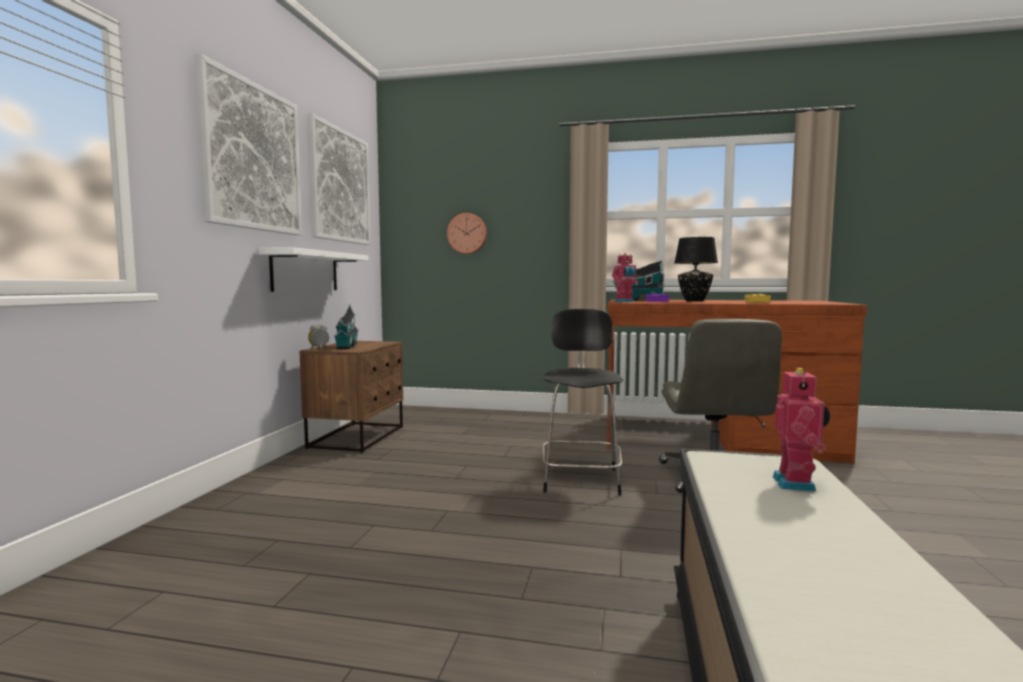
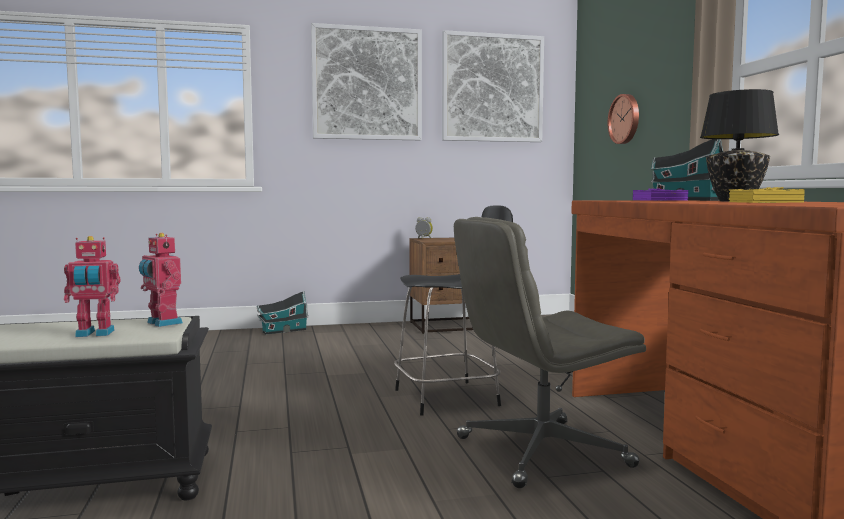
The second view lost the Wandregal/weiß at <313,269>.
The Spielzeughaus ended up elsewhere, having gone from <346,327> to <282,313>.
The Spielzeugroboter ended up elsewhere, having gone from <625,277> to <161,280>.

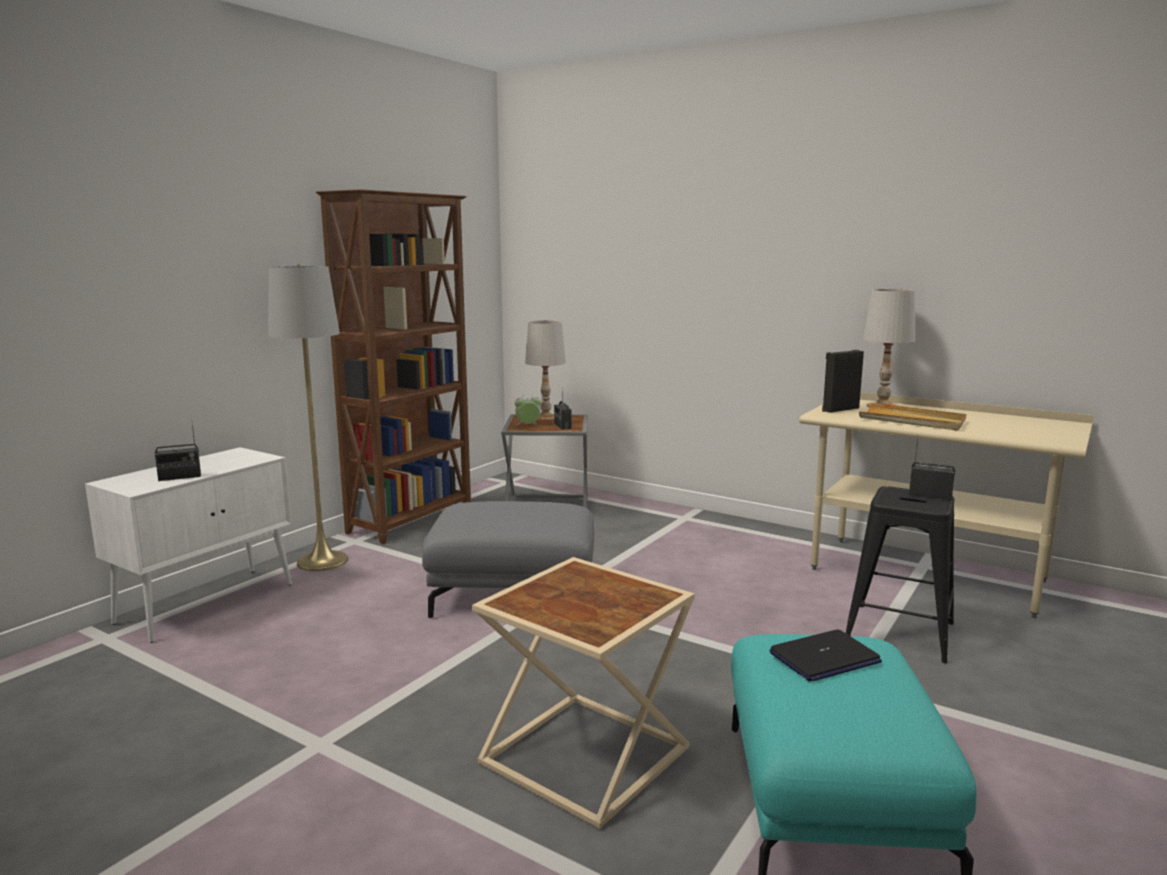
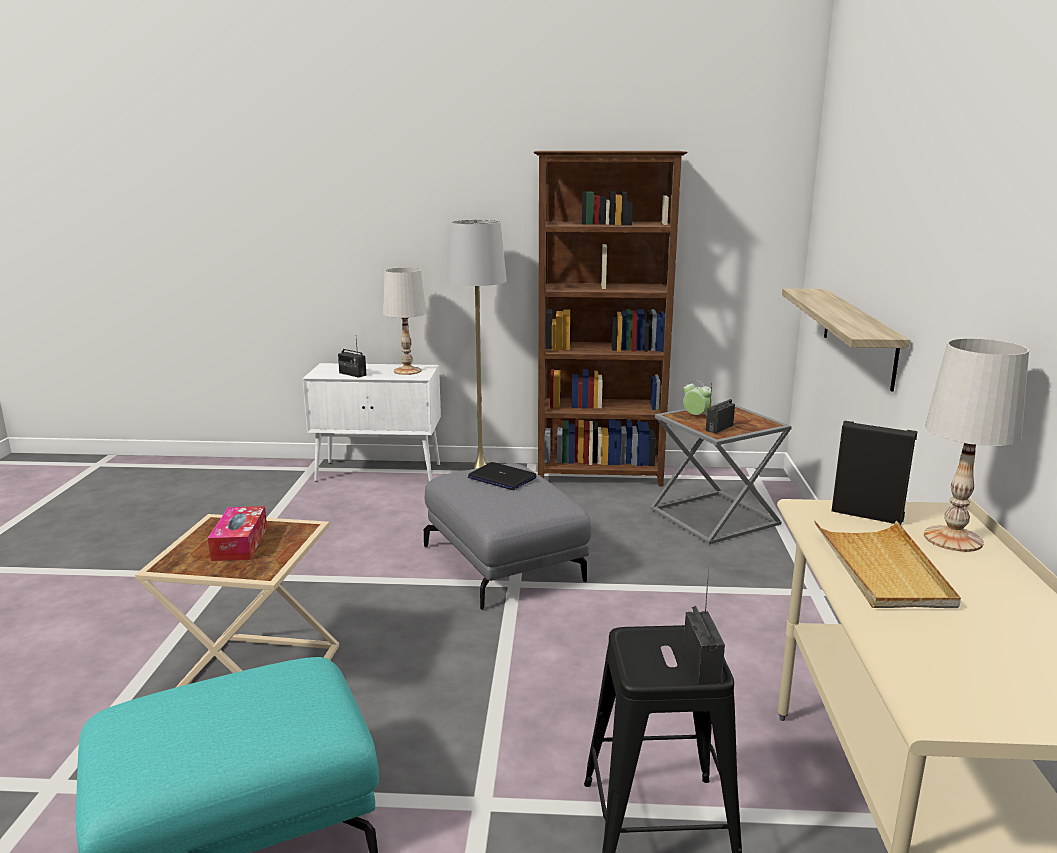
The second view gained the Taschentuchbox at <237,533>.
The second view gained the Wandregal at <846,340>.
The Tischlampe/weiß ended up elsewhere, having gone from <545,370> to <404,321>.
The Laptop ended up elsewhere, having gone from <825,656> to <502,476>.

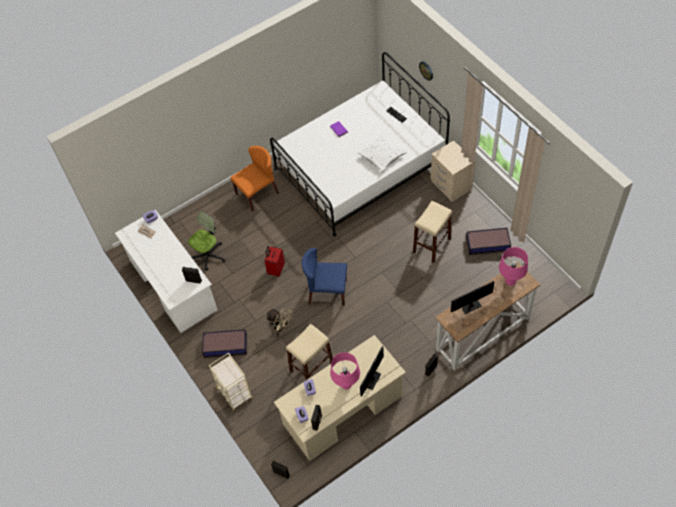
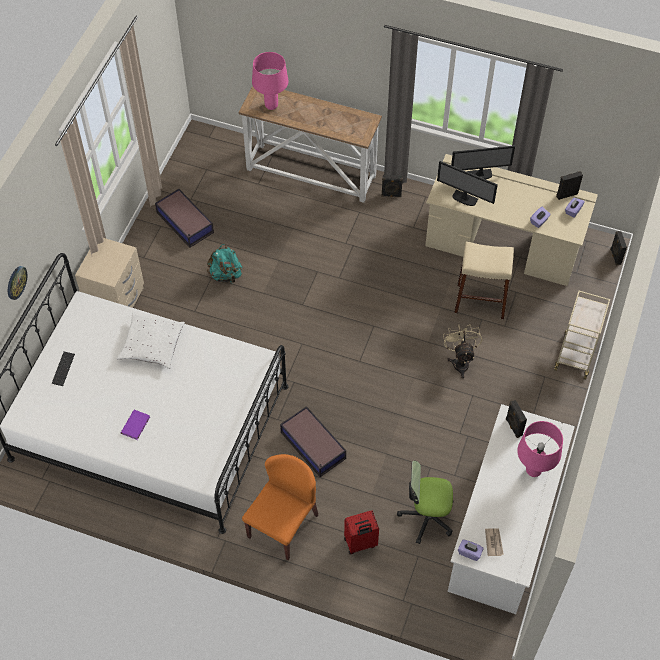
The second view lost the Stuhl/blau at <324,277>.
The Aufbewahrungsbox ended up elsewhere, having gone from <224,343> to <313,441>.
The Koffer/rot ended up elsewhere, having gone from <274,261> to <361,532>.
The Tischlampe/rosa ended up elsewhere, having gone from <345,370> to <540,449>.
The Monitor ended up elsewhere, having gone from <472,297> to <467,183>.
Where the Hocker/beige stood at <432,232>, the Rucksack/türkis came to stand at <225,263>.
The Stuhl/orange at <254,178> ended up facing another way, 105 degrees clockwise from before.

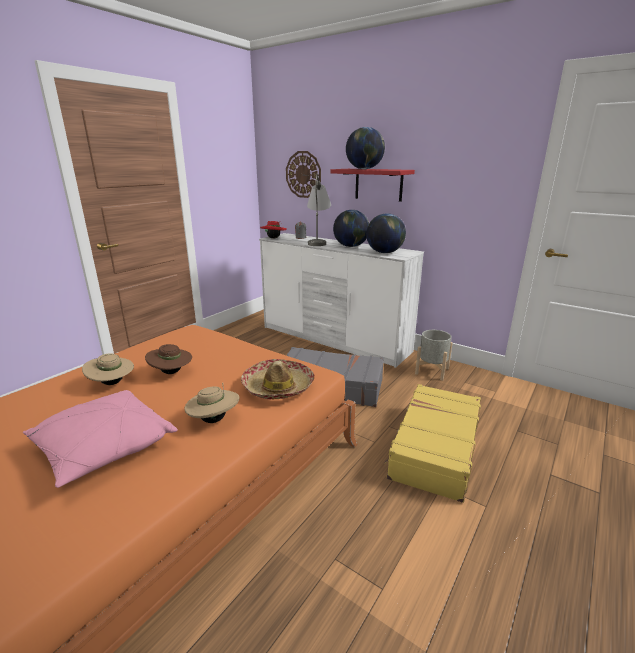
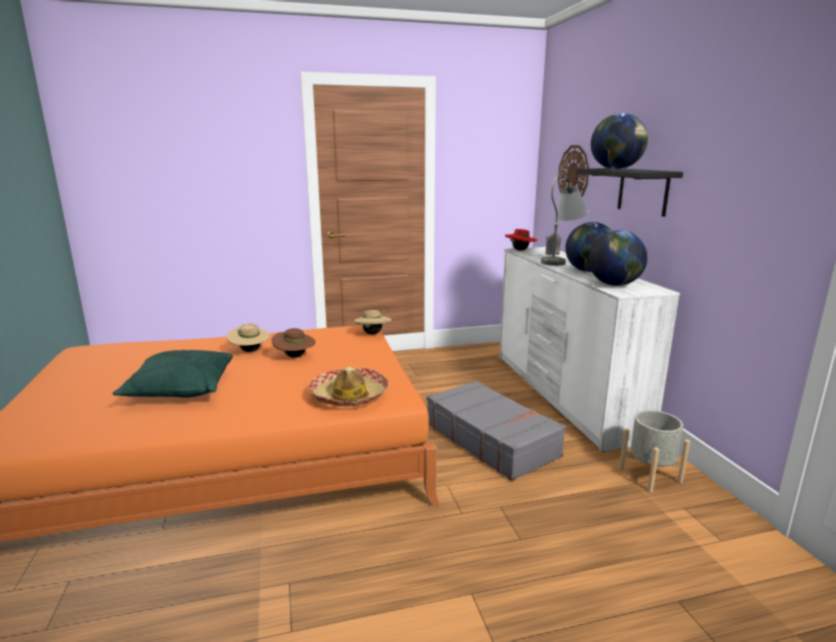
The second view lost the Koffer/gelb at <432,443>.
The Hut/beige ended up elsewhere, having gone from <211,403> to <373,322>.
What was the Kissen/rosa at <100,439> turned into the Kissen/grün at <173,374>.
What was the Wandregal/rot at <372,185> turned into the Wandregal/schwarz at <629,192>.

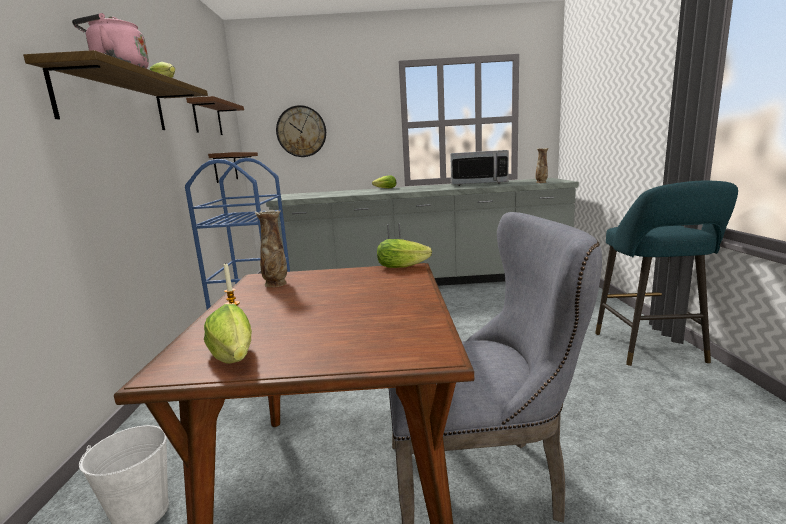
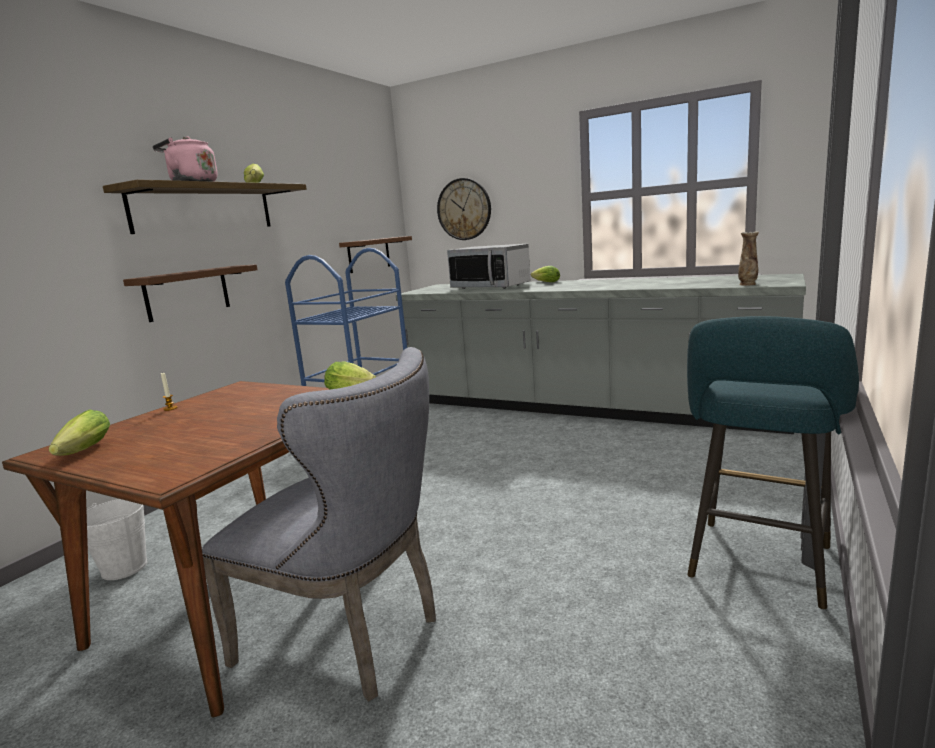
The second view lost the Vase at <271,248>.
The Wandregal/braun ended up elsewhere, having gone from <215,115> to <190,293>.
The Mikrowelle ended up elsewhere, having gone from <479,168> to <488,266>.

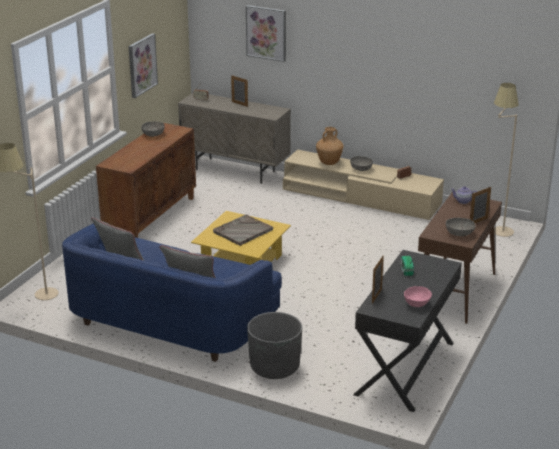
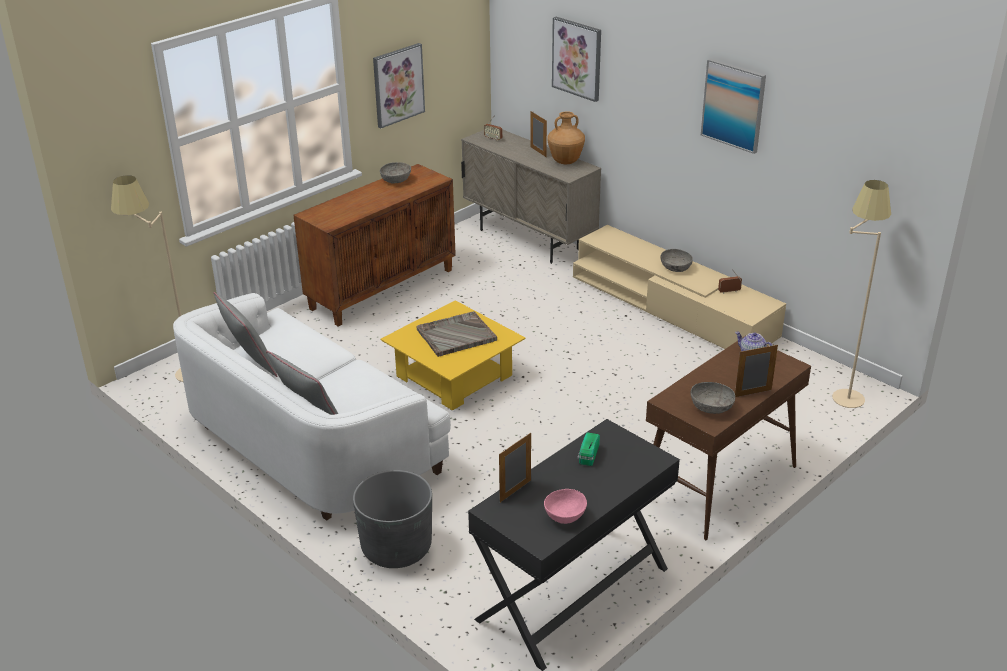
The second view gained the Bild at <733,106>.
The Vase/braun ended up elsewhere, having gone from <330,146> to <566,137>.
What was the Sofa/blau at <172,292> turned into the Sofa/weiß at <312,407>.

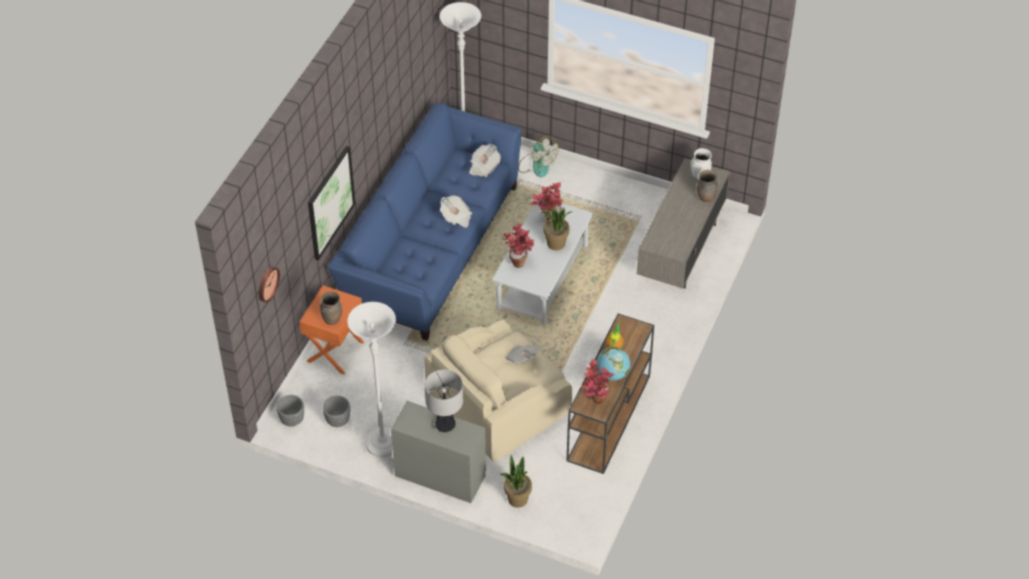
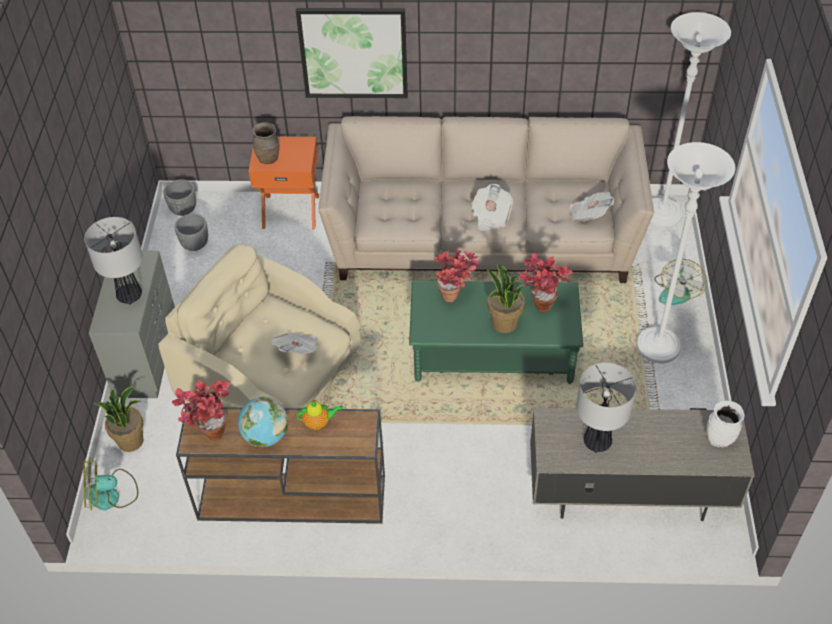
The second view lost the Wanduhr at <269,285>.
The second view lost the Vase/braun at <707,186>.
The second view gained the Ventilator at <110,483>.
The second view gained the Tischlampe at <606,408>.
The Stehlampe/weiß ended up elsewhere, having gone from <371,379> to <686,252>.
What was the Sofa/blau at <424,222> turned into the Sofa/beige at <486,199>.
What was the Couchtisch/grau at <542,263> turned into the Couchtisch/grün at <496,332>.

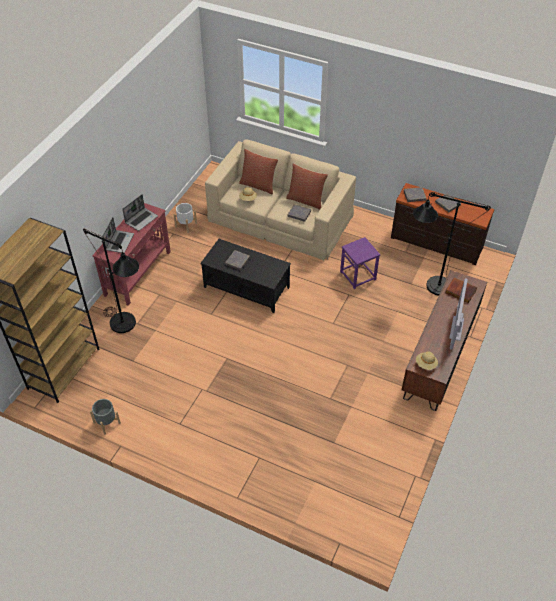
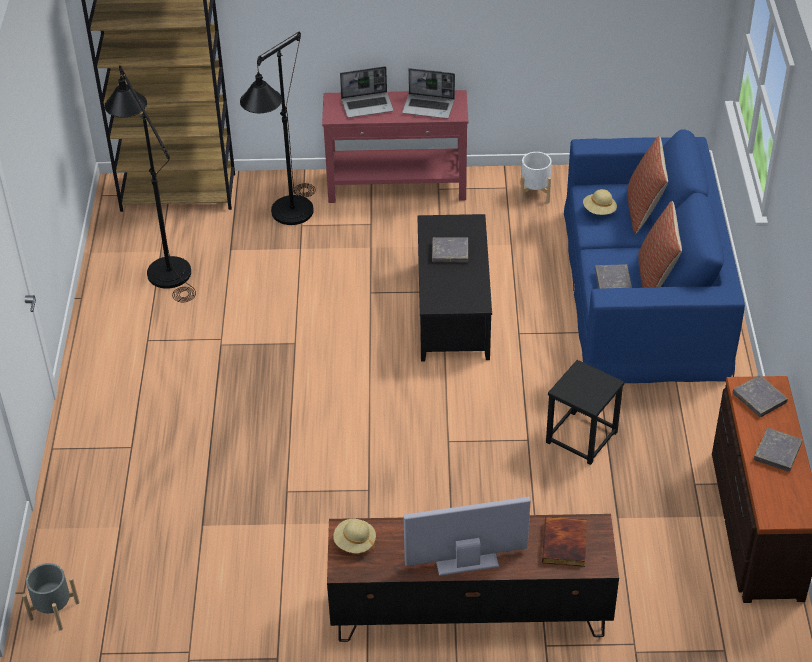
The Pflanzkübel/grau ended up elsewhere, having gone from <105,417> to <50,596>.
The Stehlampe/schwarz ended up elsewhere, having gone from <452,244> to <150,183>.
What was the Sofa/beige at <280,199> turned into the Sofa/blau at <654,256>.
What was the Hocker/lila at <360,263> turned into the Hocker/schwarz at <585,412>.

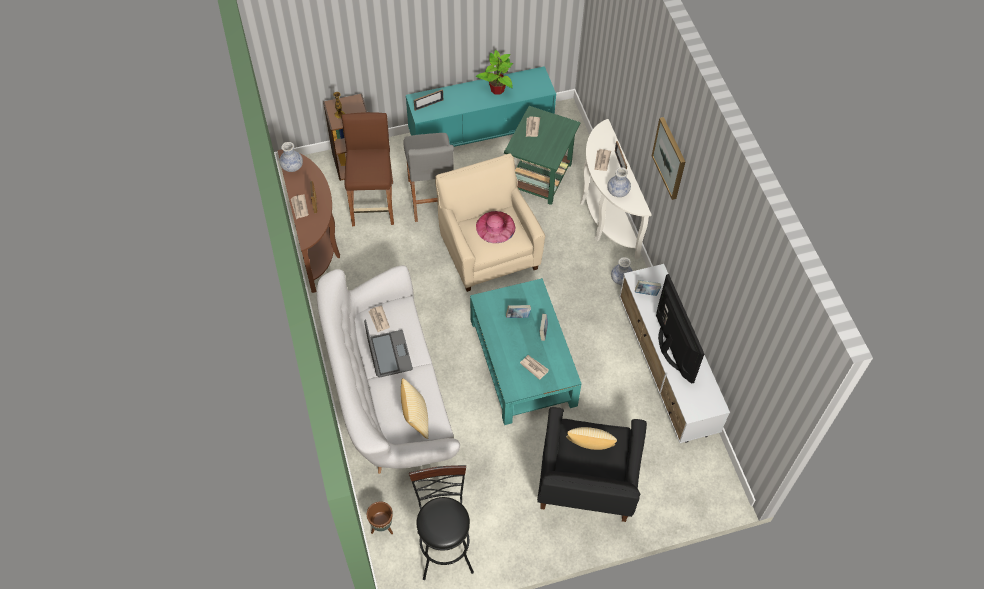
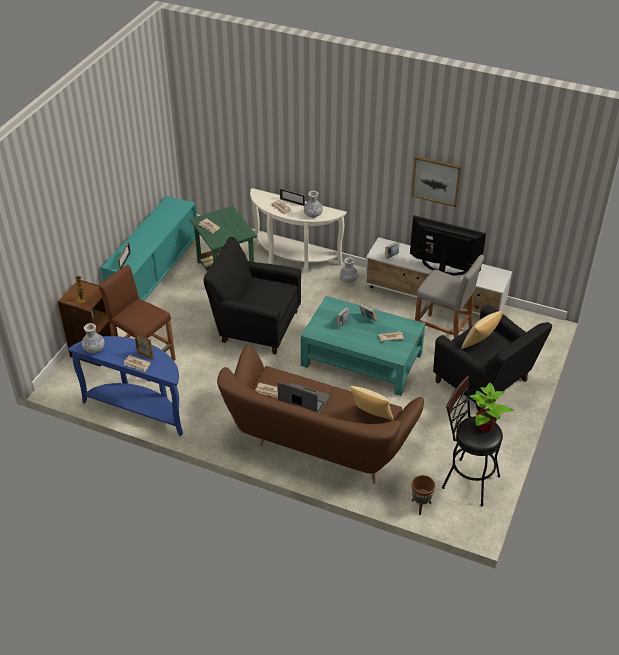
The second view lost the Hut/rosa at <496,227>.
The Hocker/grau ended up elsewhere, having gone from <428,177> to <449,296>.
The Topfpflanze ended up elsewhere, having gone from <494,72> to <492,407>.
The Bild ended up elsewhere, having gone from <668,158> to <437,181>.
What was the Konsolentisch/braun at <308,221> turned into the Konsolentisch/blau at <125,386>.
What was the Sofa/weiß at <388,369> turned into the Sofa/braun at <320,414>.
What was the Sessel/beige at <490,223> turned into the Sessel/schwarz at <252,296>.

